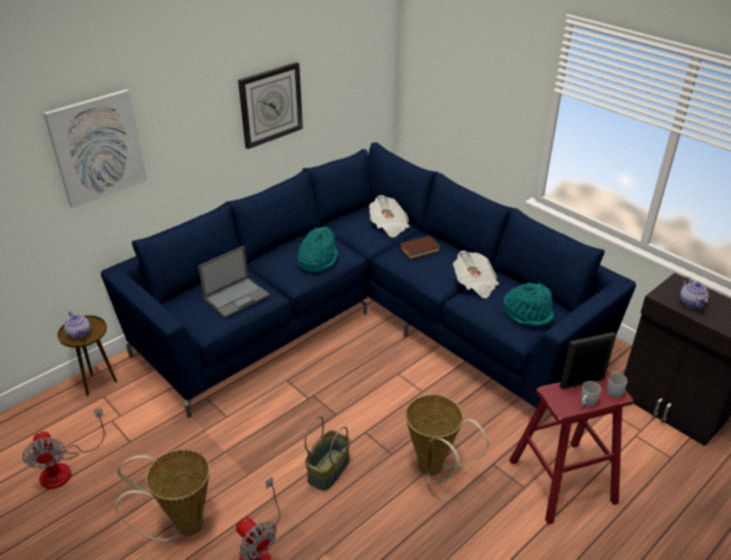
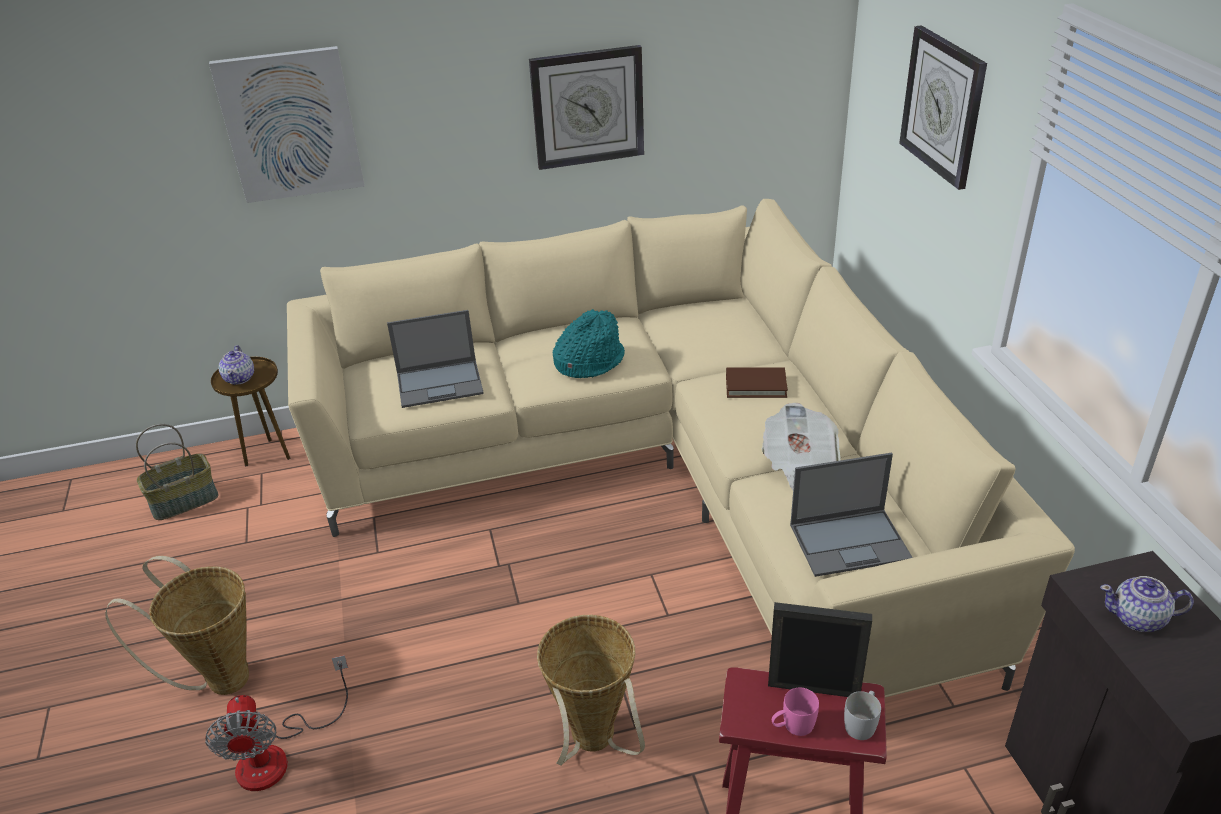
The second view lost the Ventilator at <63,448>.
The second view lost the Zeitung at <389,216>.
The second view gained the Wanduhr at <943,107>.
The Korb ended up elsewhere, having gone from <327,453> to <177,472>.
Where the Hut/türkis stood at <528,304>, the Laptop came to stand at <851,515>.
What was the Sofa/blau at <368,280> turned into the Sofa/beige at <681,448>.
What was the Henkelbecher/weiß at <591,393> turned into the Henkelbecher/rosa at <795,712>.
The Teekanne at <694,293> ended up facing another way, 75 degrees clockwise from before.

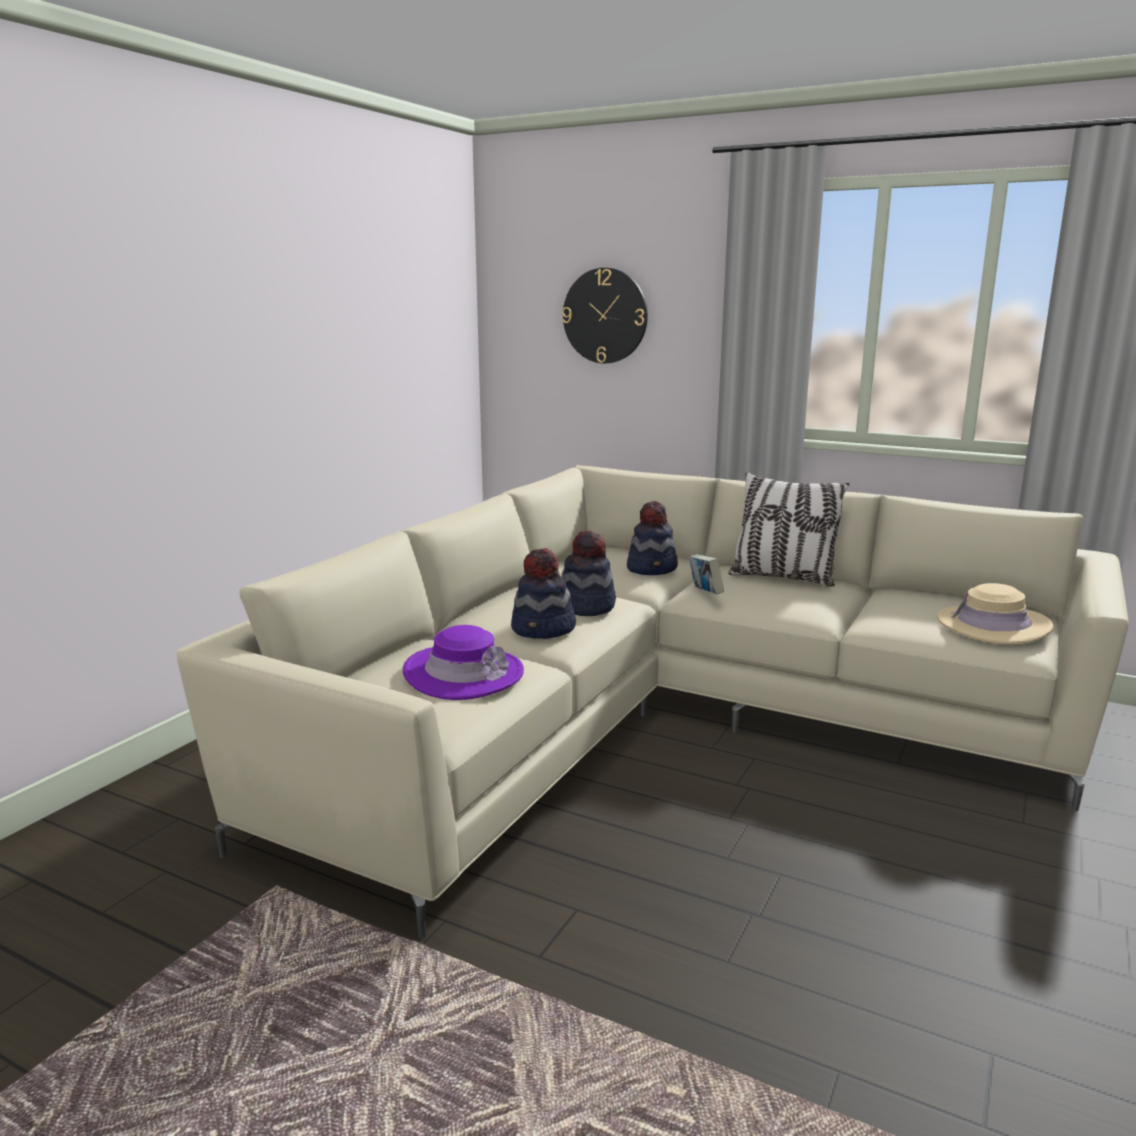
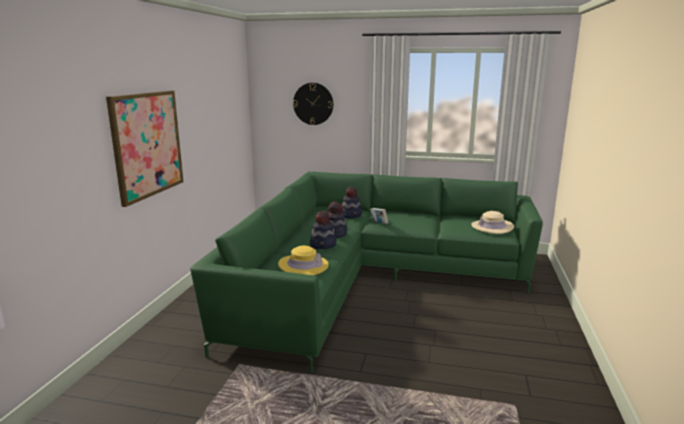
The second view lost the Kissen at <788,529>.
The second view gained the Bild at <145,149>.
What was the Sofa/beige at <653,701> turned into the Sofa/grün at <366,272>.
What was the Hut/lila at <463,662> turned into the Hut/gelb at <303,261>.

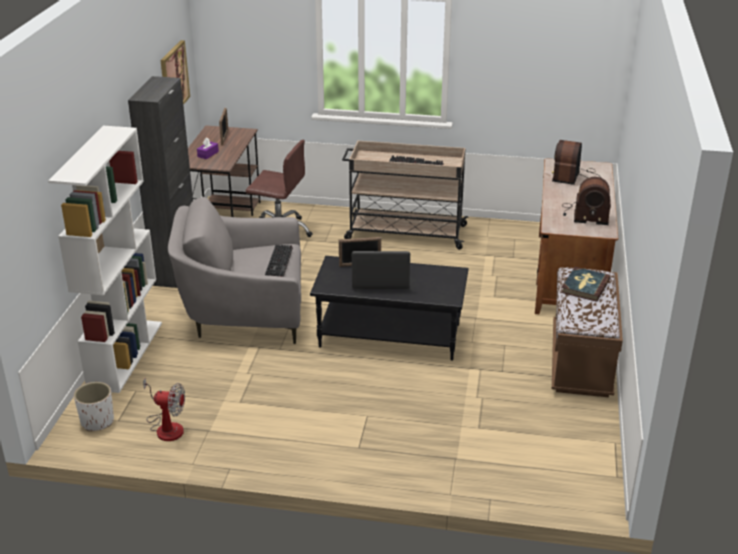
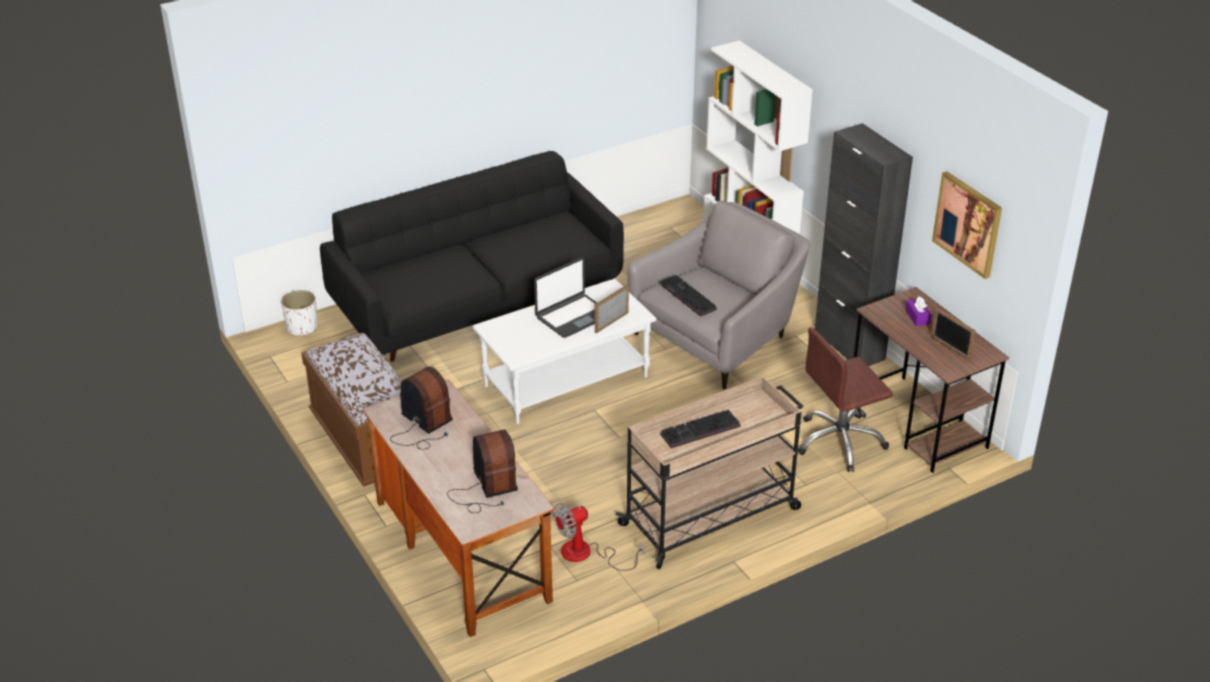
The second view lost the Buch at <585,284>.
The second view gained the Sofa/schwarz at <472,256>.
The Pflanzkübel/weiß ended up elsewhere, having gone from <94,406> to <299,313>.
The Ventilator ended up elsewhere, having gone from <164,409> to <598,537>.
What was the Couchtisch/schwarz at <389,308> turned into the Couchtisch/weiß at <564,351>.
The Radio at <586,201> ended up facing another way, 75 degrees clockwise from before.

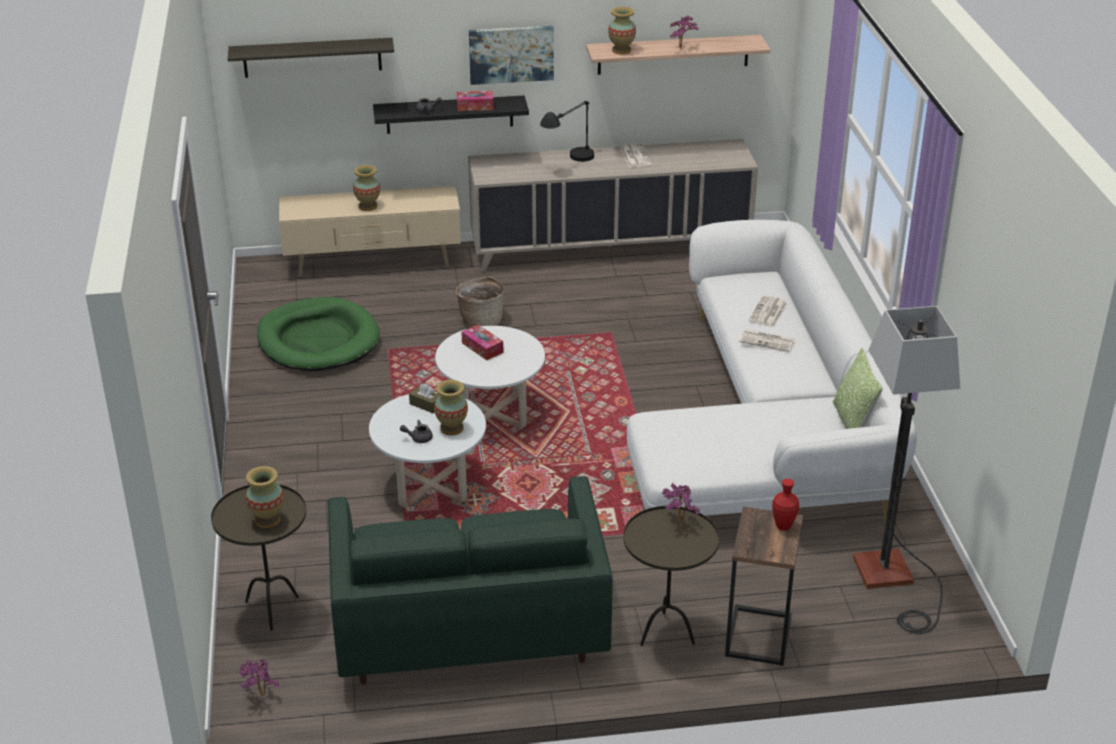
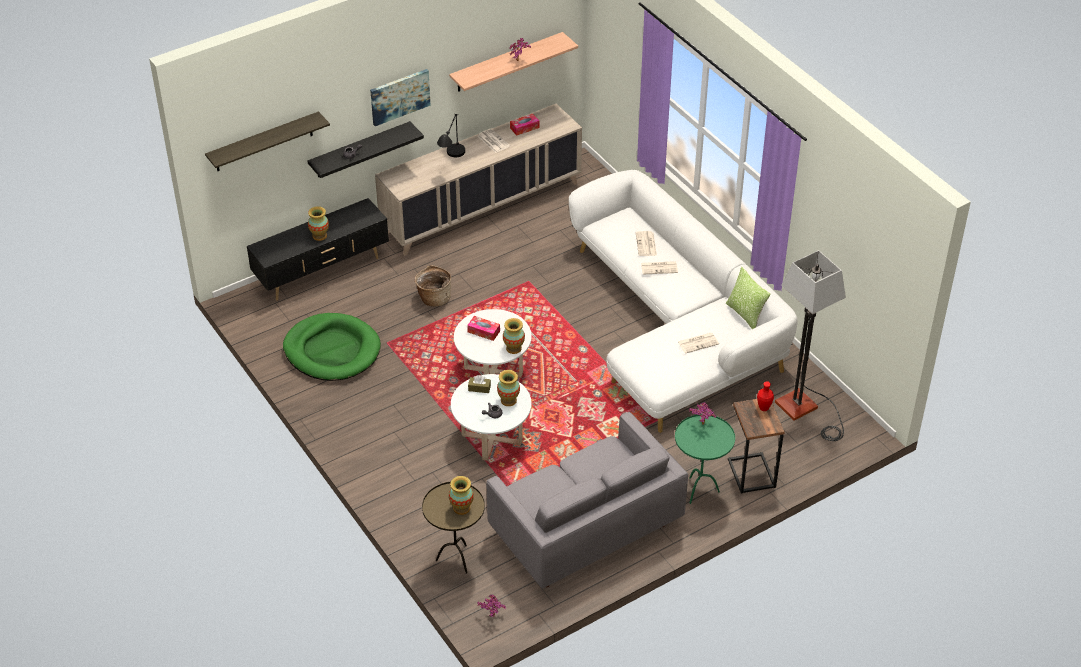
The second view gained the Zeitung at <698,343>.
The Taschentuchbox ended up elsewhere, having gone from <475,101> to <525,125>.
The Vase ended up elsewhere, having gone from <622,31> to <514,336>.
What was the Fernsehschrank/beige at <370,231> turned into the Fernsehschrank/schwarz at <318,249>.
What was the Sofa/grün at <470,580> turned into the Sofa/grau at <587,500>.
What was the Beistelltisch/braun at <671,576> turned into the Beistelltisch/grün at <705,459>.

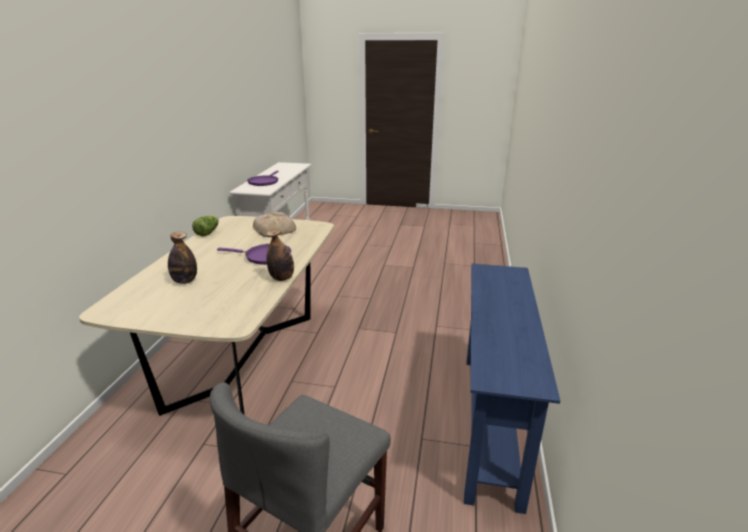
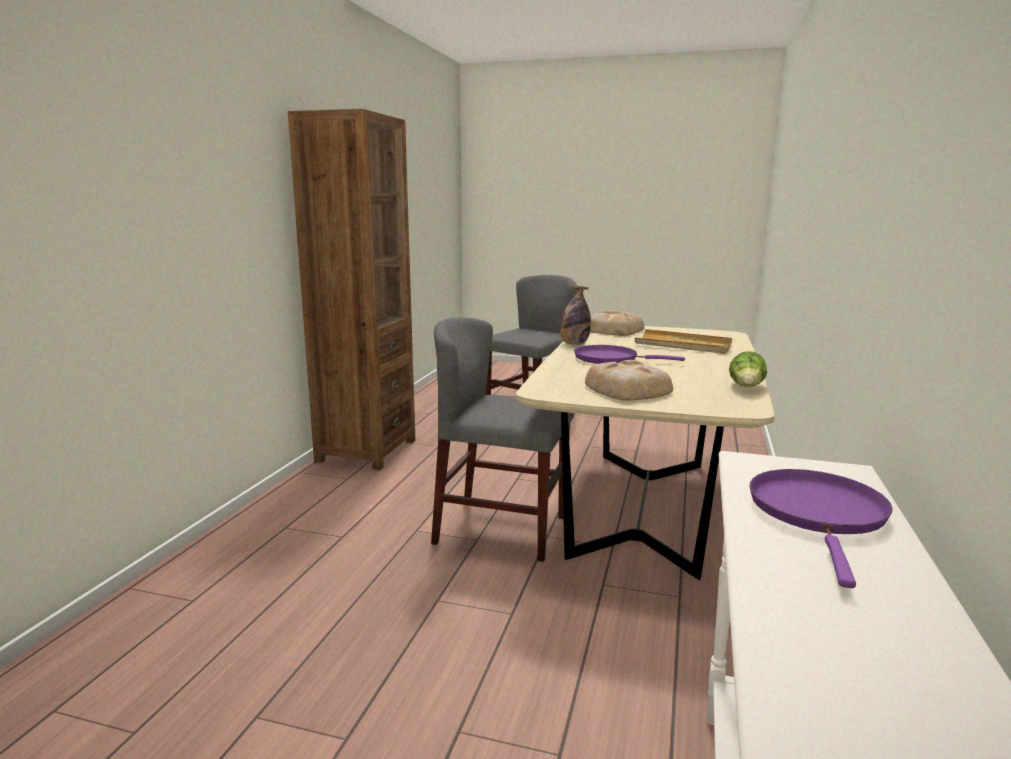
The second view gained the Stuhl/grau at <502,439>.
The second view gained the Brot at <617,323>.
Where the Flasche stood at <182,258>, the Tablett/beige came to stand at <683,341>.
Where the Konsolentisch/blau stood at <512,389>, the Bücherregal/braun came to stand at <351,289>.

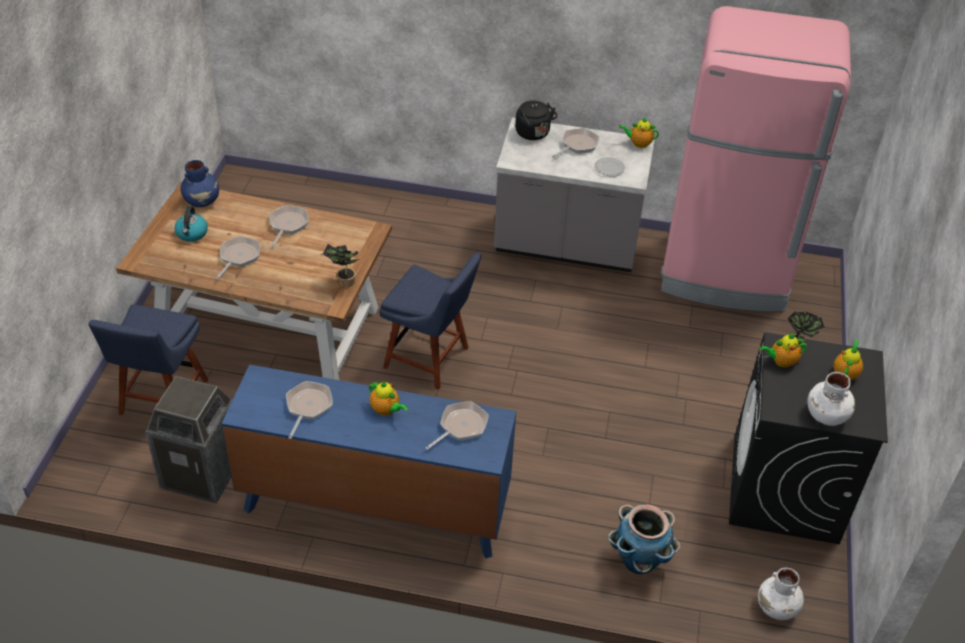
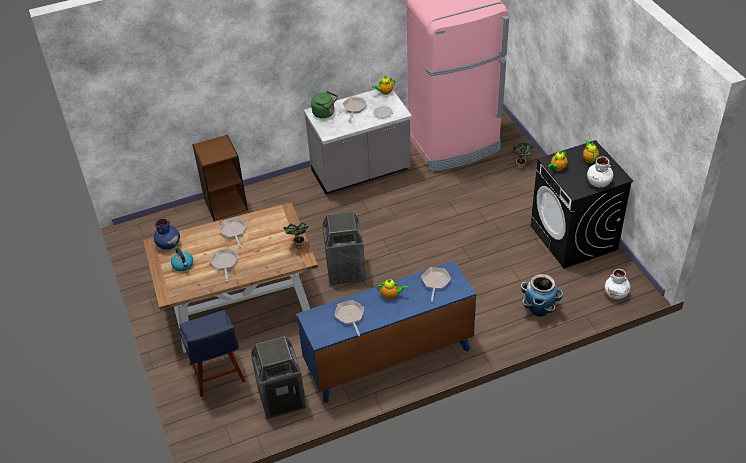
The second view gained the Bücherregal/braun at <220,177>.
Where the Stuhl/blau stood at <430,321>, the Mülleimer came to stand at <344,248>.
What was the Wasserkessel/schwarz at <536,120> turned into the Wasserkessel/grün at <324,104>.

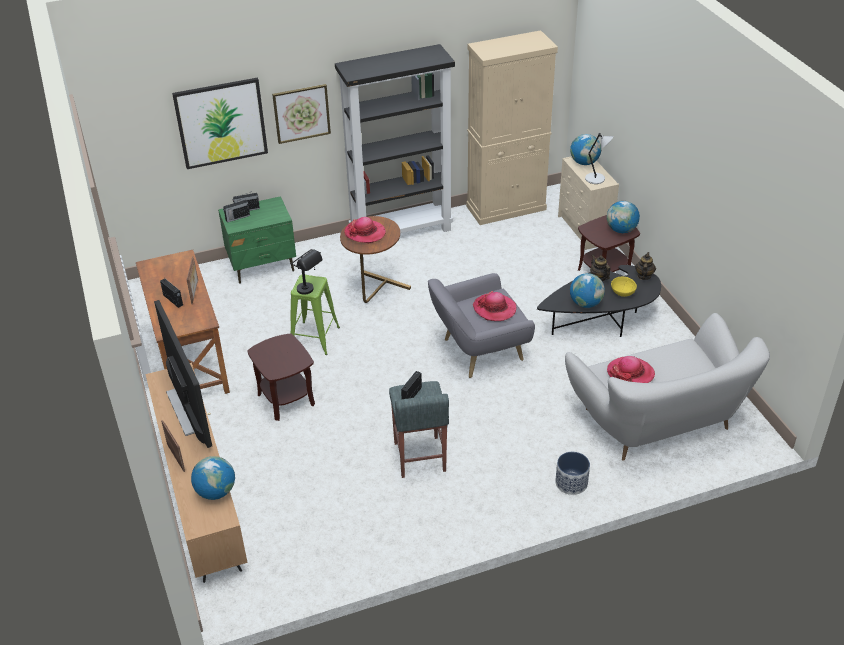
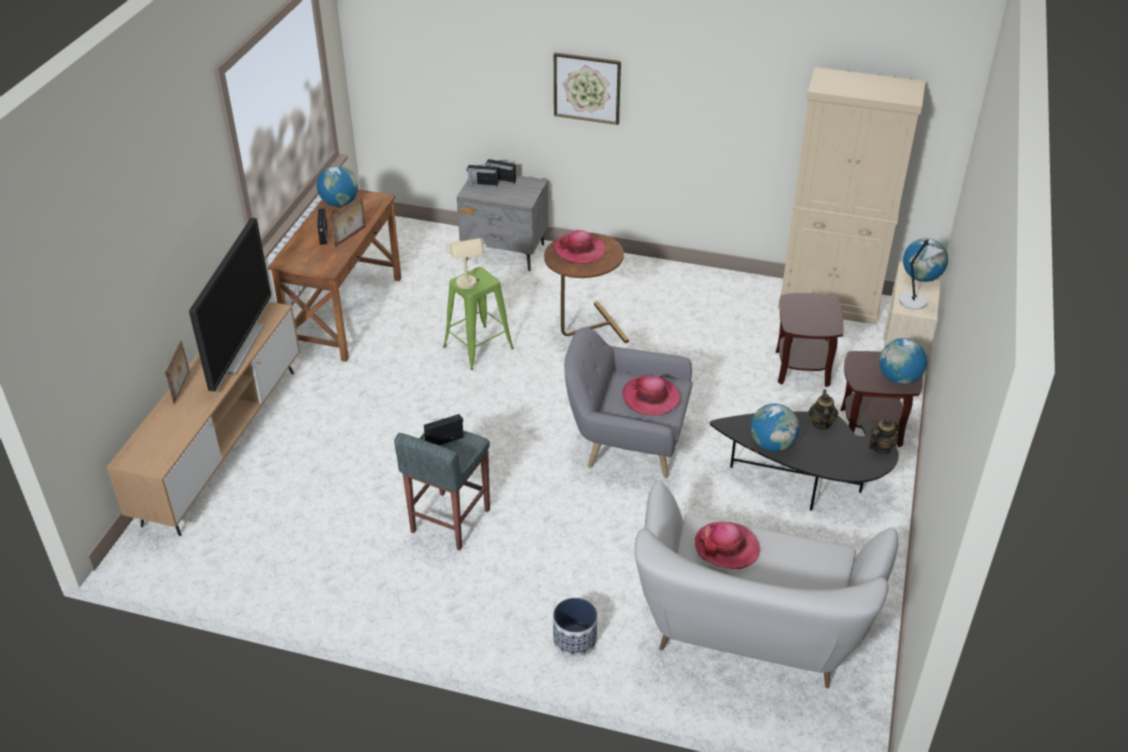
The second view lost the Bild at <220,123>.
The second view lost the Bücherregal/schwarz at <395,138>.
The second view lost the Schüssel/gelb at <624,287>.
The Globus ended up elsewhere, having gone from <213,478> to <337,186>.
The Beistelltisch/braun ended up elsewhere, having gone from <281,377> to <810,340>.
What was the Nachttisch/grün at <257,240> turned into the Nachttisch/grau at <502,223>.
What was the Tischlampe/schwarz at <307,272> turned into the Tischlampe/beige at <466,263>.

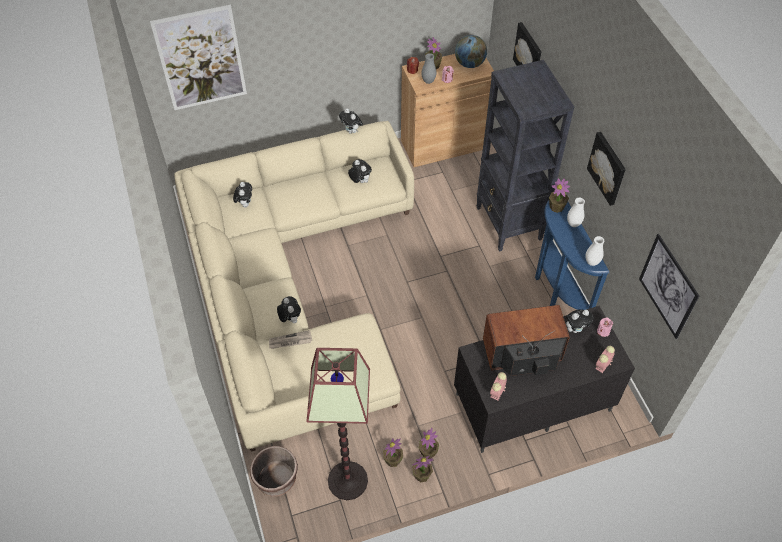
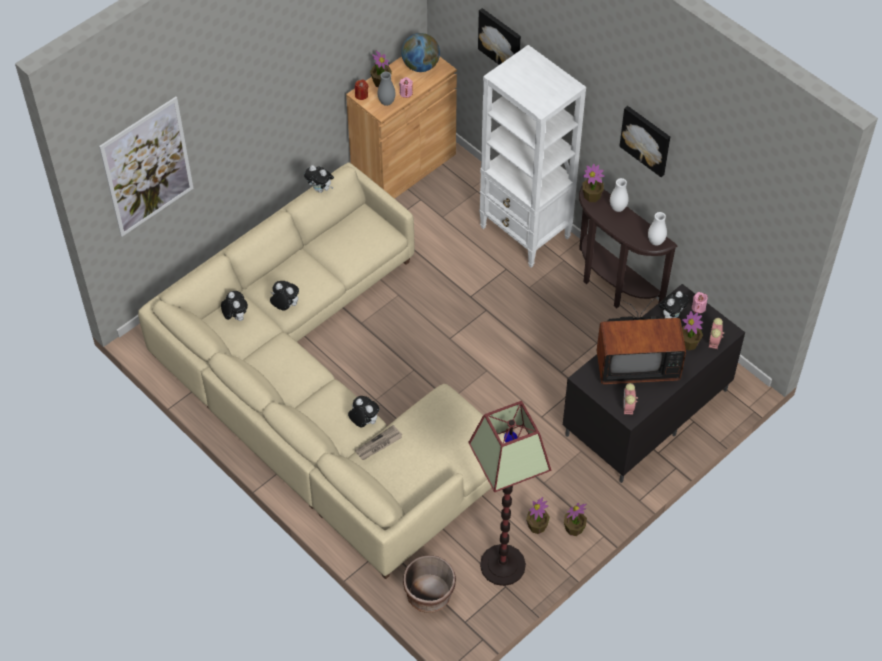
The second view lost the Bild at <669,286>.
The Plüschtier ended up elsewhere, having gone from <360,171> to <284,296>.
The Topfpflanze ended up elsewhere, having gone from <429,443> to <692,331>.
What was the Bücherregal/schwarz at <525,156> turned into the Bücherregal/weiß at <532,156>.
What was the Konsolentisch/blau at <572,255> turned into the Konsolentisch/braun at <628,246>.
The Fernseher at <526,340> ended up facing another way, 150 degrees counterclockwise from before.

